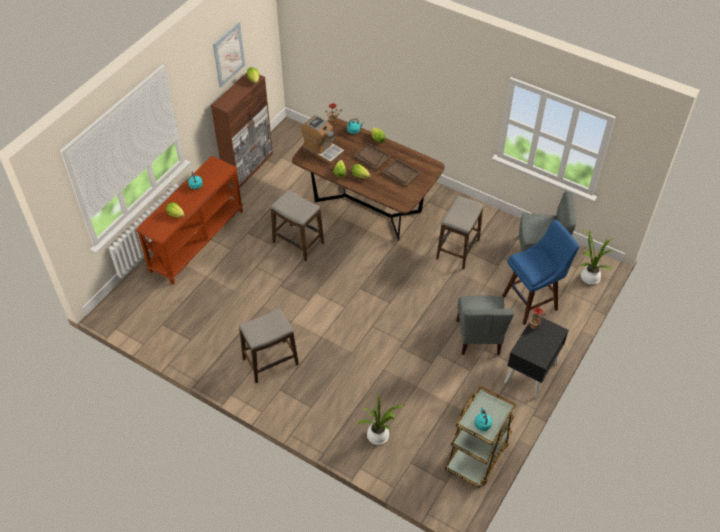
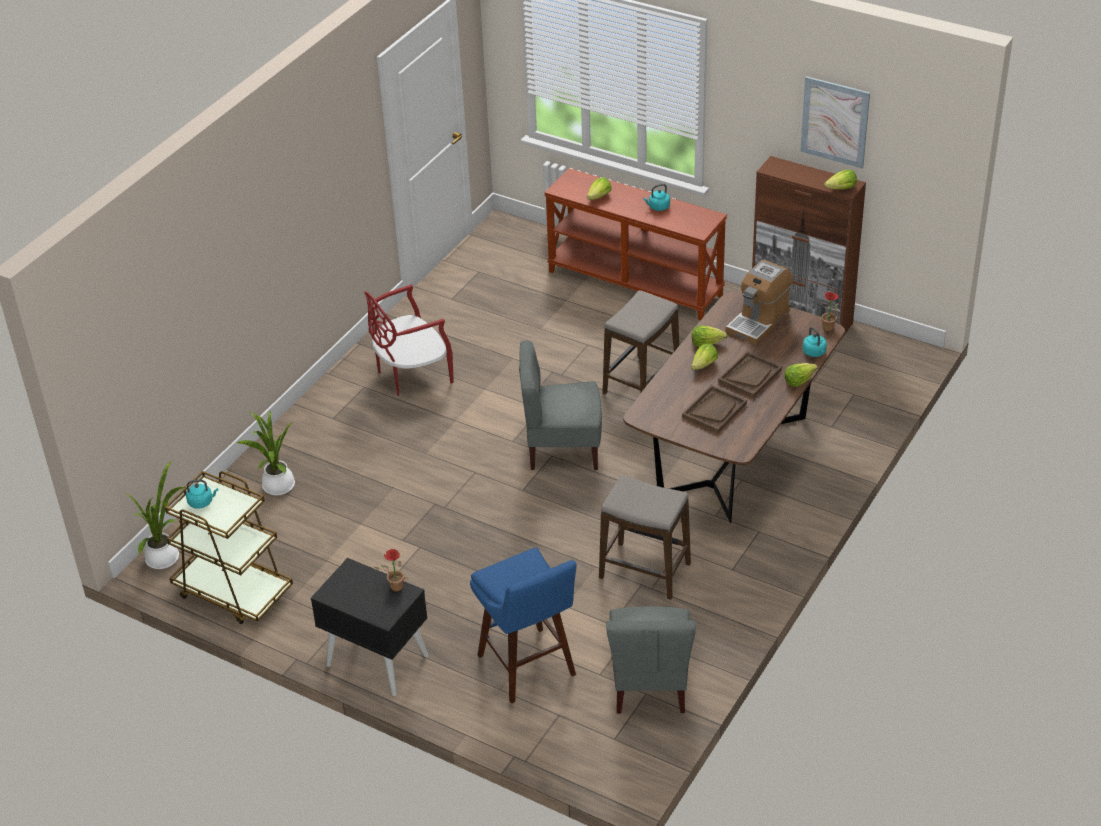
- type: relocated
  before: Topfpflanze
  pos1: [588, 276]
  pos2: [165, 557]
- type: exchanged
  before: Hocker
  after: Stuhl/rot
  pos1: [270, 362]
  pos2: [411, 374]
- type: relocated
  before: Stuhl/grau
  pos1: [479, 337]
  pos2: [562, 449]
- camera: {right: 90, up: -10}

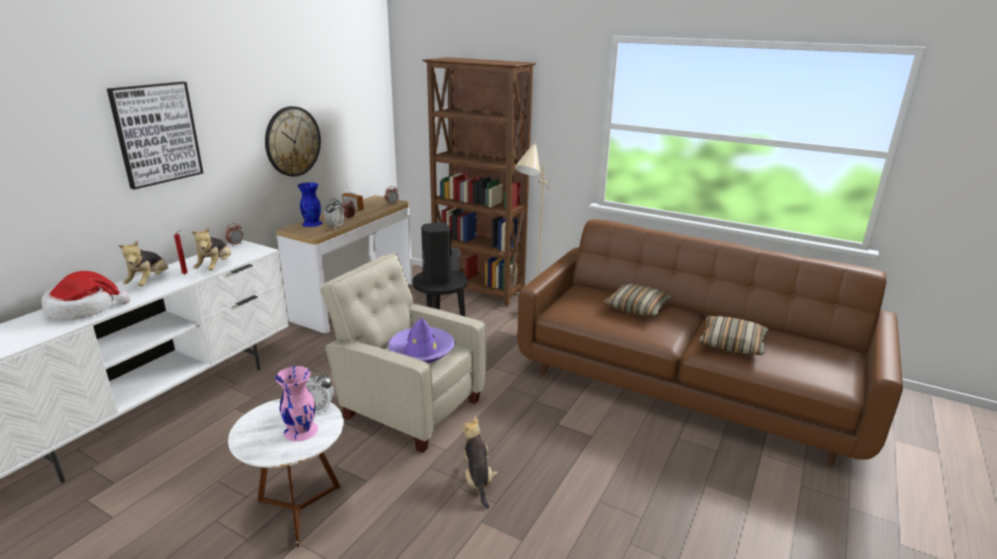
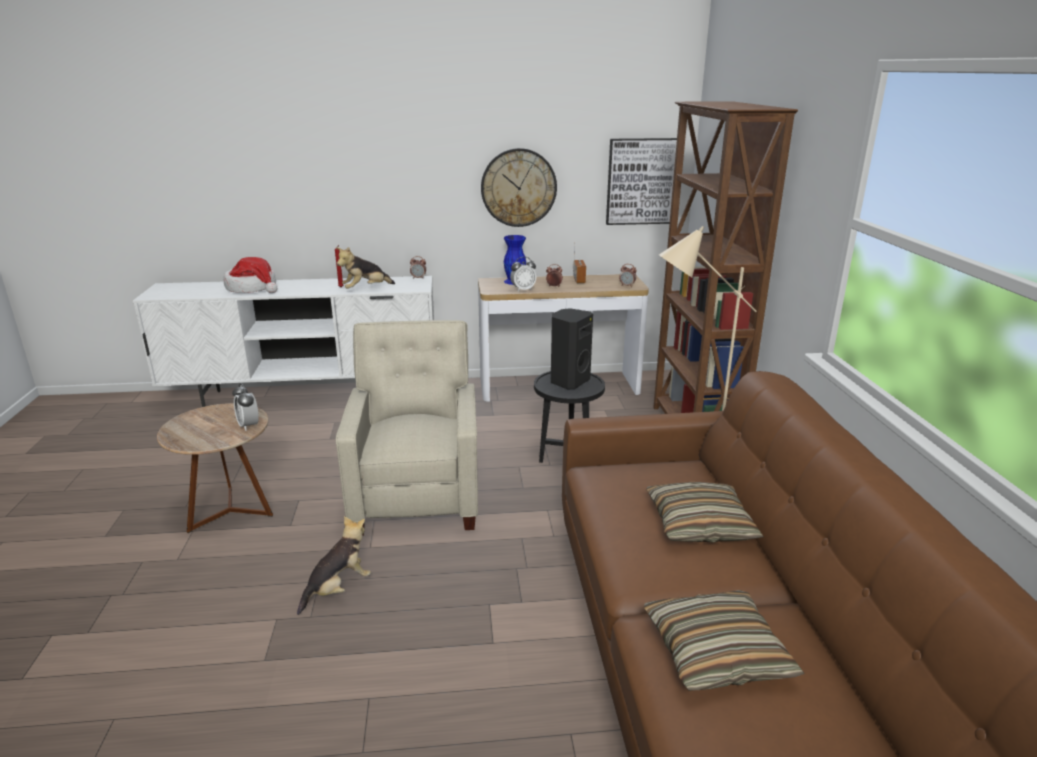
- type: colour
  before: Beistelltisch/weiß
  after: Beistelltisch/braun
  pos1: [300, 510]
  pos2: [231, 512]
- type: relocated
  before: Bild
  pos1: [156, 134]
  pos2: [640, 181]
- type: missing
  before: Plüschtier
  pos1: [149, 282]
- type: missing
  before: Vase/rosa
  pos1: [301, 430]
- type: missing
  before: Hut/lila
  pos1: [421, 351]
- camera: {right: 55, up: 0}

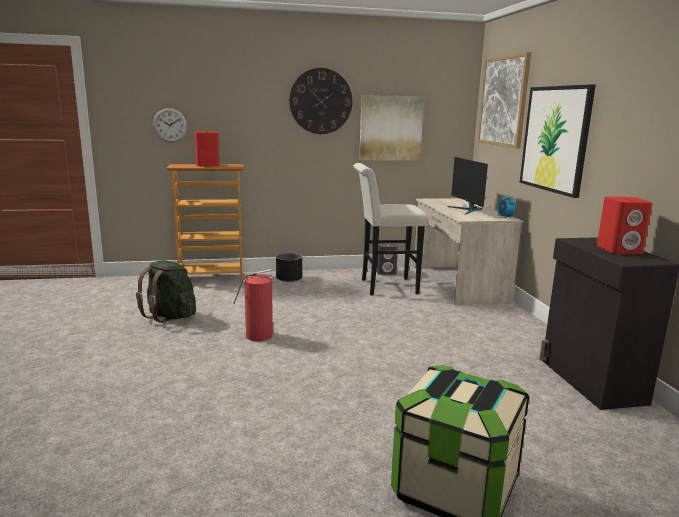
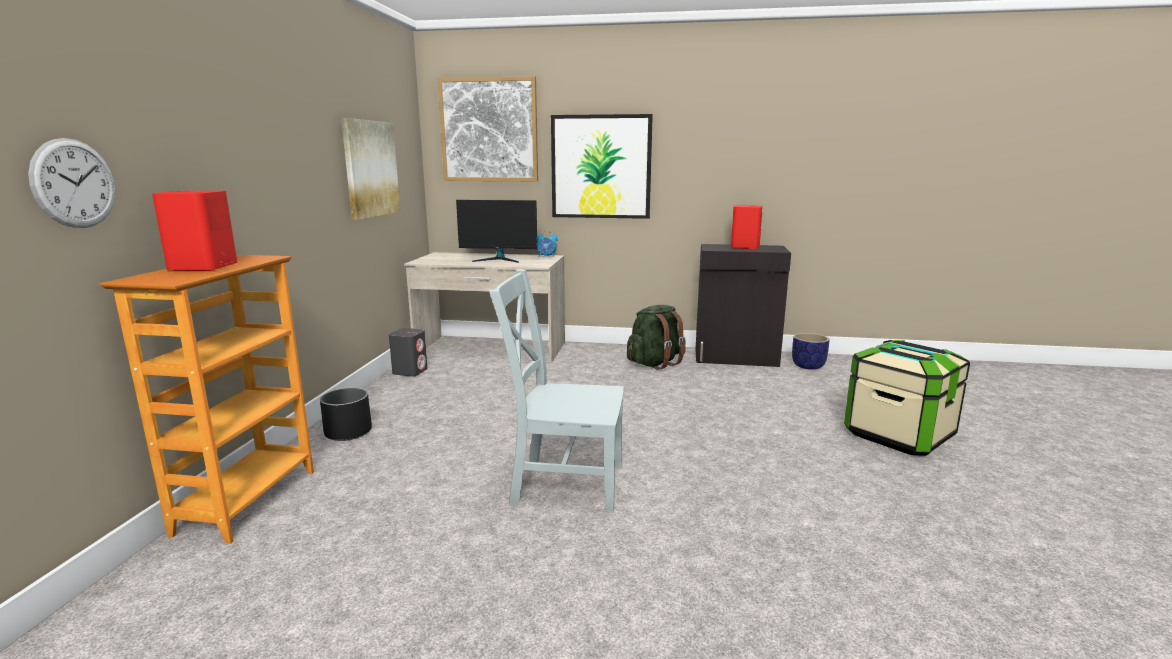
- type: exchanged
  before: Feuerlöscher
  after: Stuhl/grau
  pos1: [257, 335]
  pos2: [562, 483]
- type: relocated
  before: Rucksack/grün
  pos1: [170, 316]
  pos2: [655, 363]
- type: appeared
  after: Pflanzkübel
  pos2: [807, 366]
- type: missing
  before: Wanduhr
  pos1: [321, 101]
- type: missing
  before: Hocker/weiß
  pos1: [384, 287]
- camera: {right: -70, up: 0}

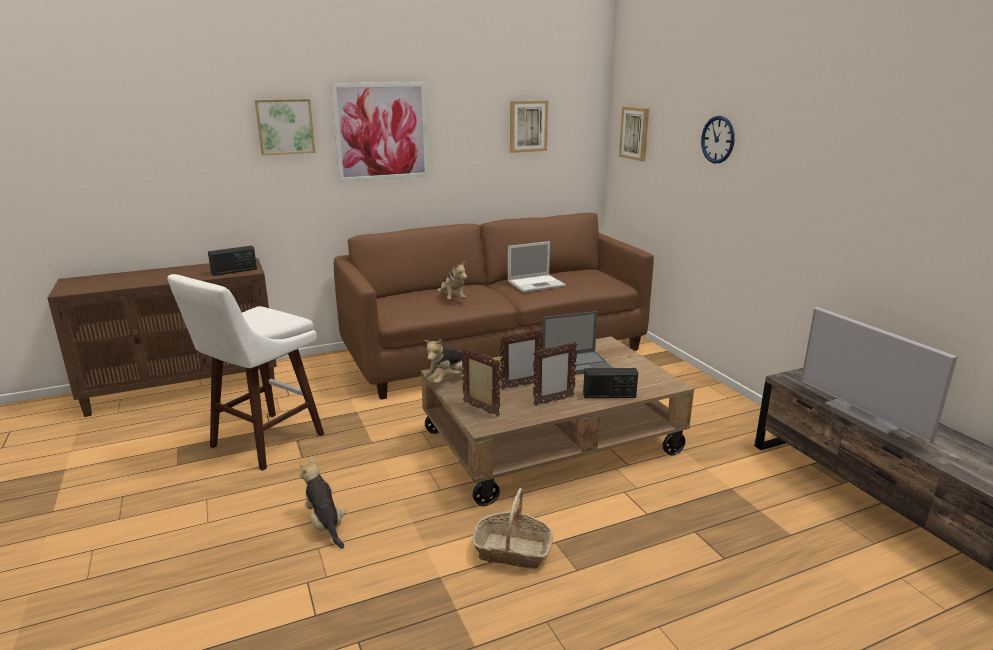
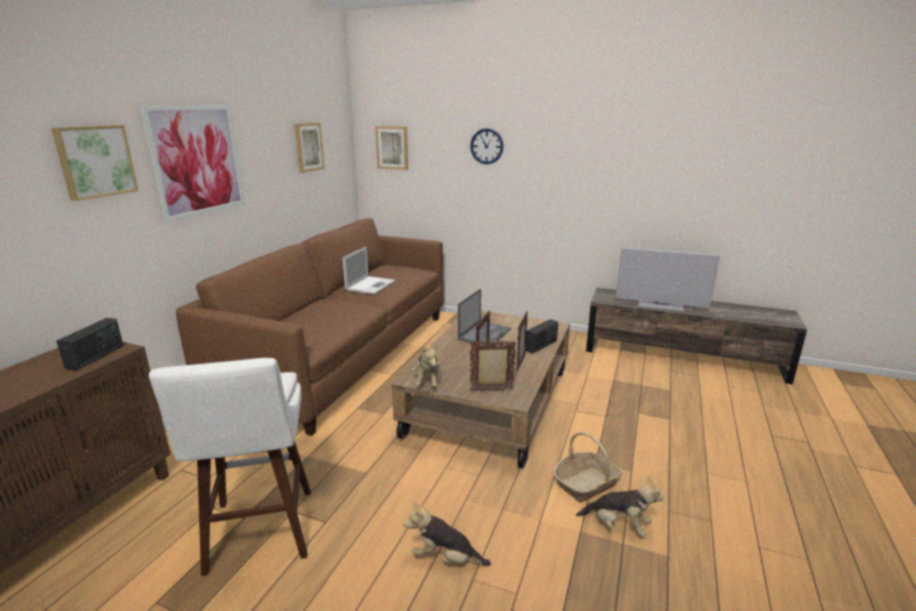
- type: relocated
  before: Plüschtier
  pos1: [452, 298]
  pos2: [618, 525]
- camera: {right: -45, up: 0}

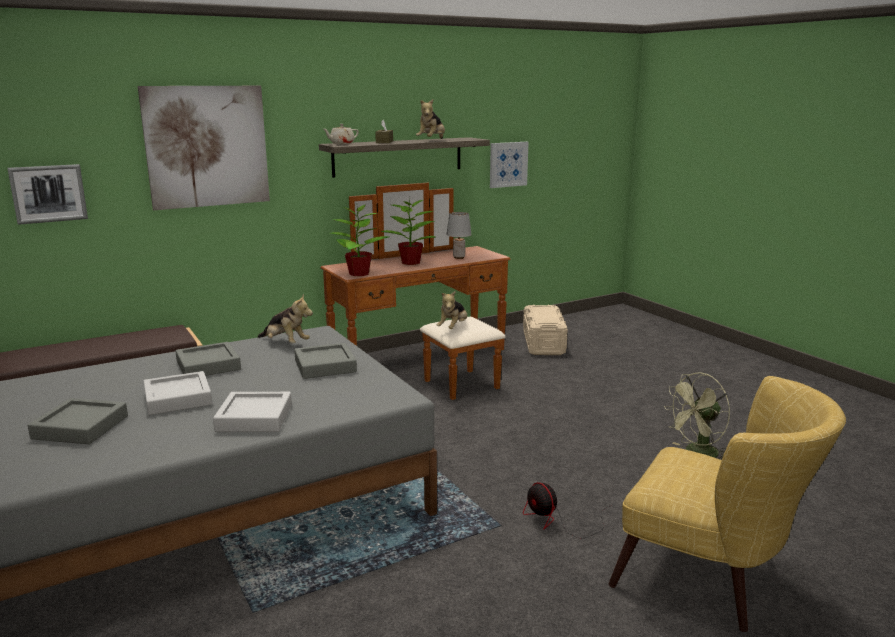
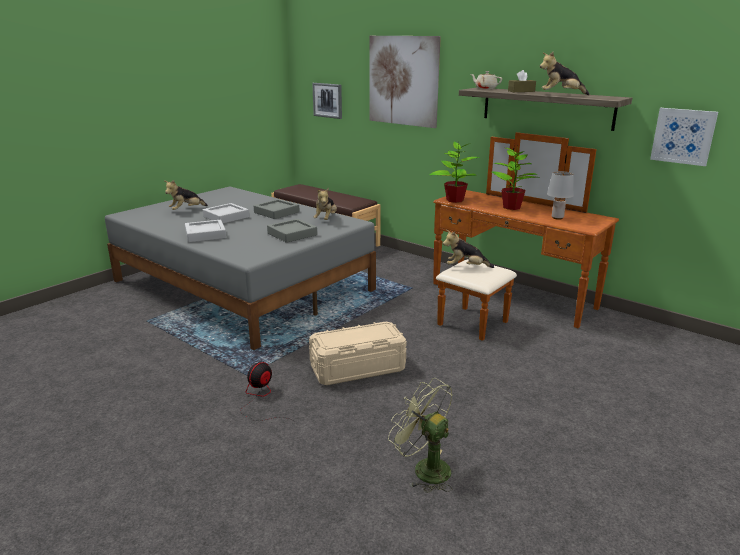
- type: exchanged
  before: Tablett/grau
  after: Plüschtier
  pos1: [80, 427]
  pos2: [186, 210]
- type: relocated
  before: Aufbewahrungsbox/beige
  pos1: [543, 343]
  pos2: [358, 368]
- type: missing
  before: Sessel/gelb
  pos1: [713, 578]
- camera: {right: 70, up: 5}

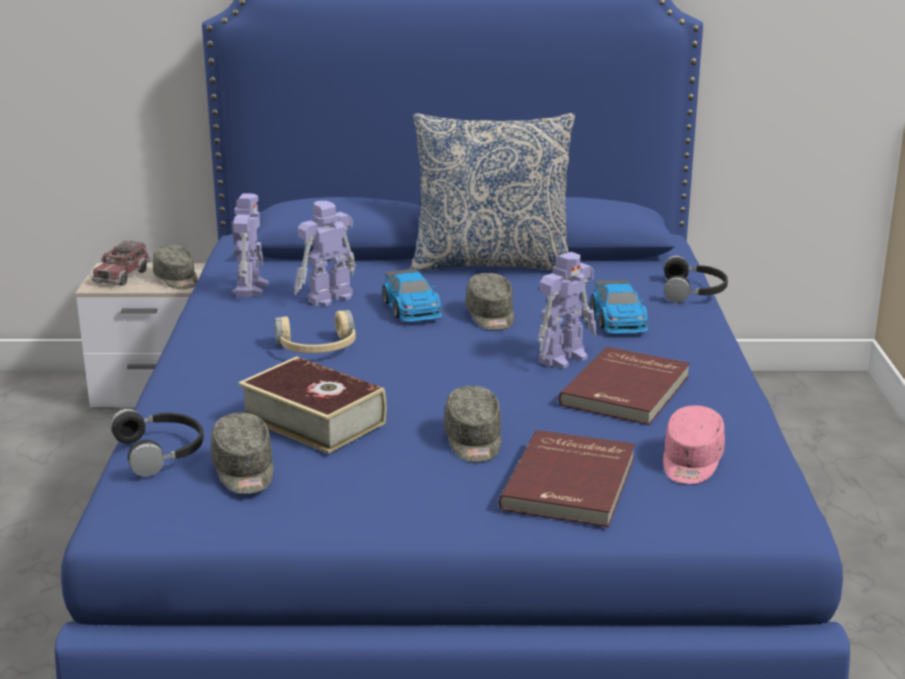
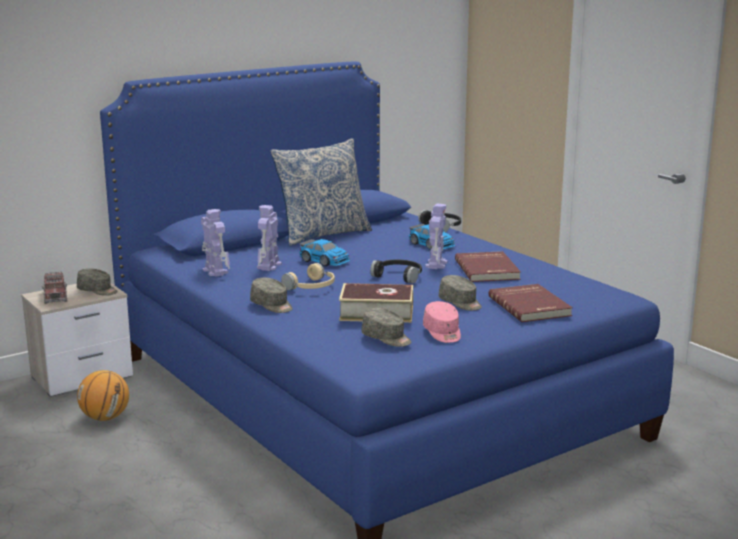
- type: appeared
  after: Basketball
  pos2: [105, 418]
- type: relocated
  before: Kappe/grau
  pos1: [491, 316]
  pos2: [272, 305]
- type: relocated
  before: Kopfhörer/schwarz
  pos1: [162, 451]
  pos2: [399, 276]
- type: relocated
  before: Kappe/rosa
  pos1: [691, 462]
  pos2: [443, 333]
- camera: {right: -35, up: -5}

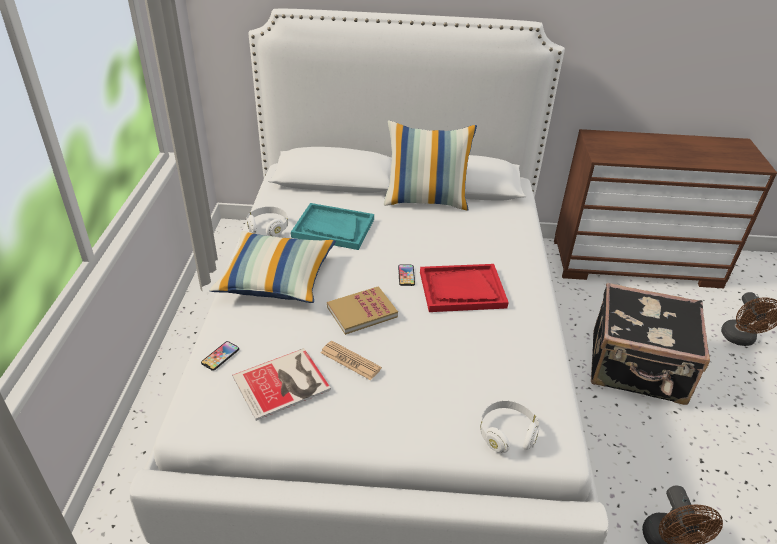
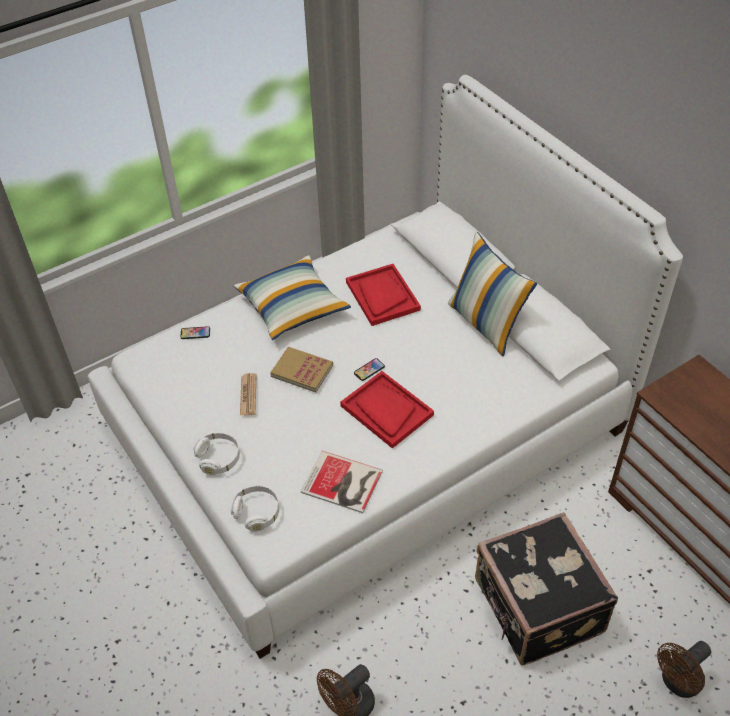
- type: relocated
  before: Kopfhörer/weiß
  pos1: [268, 228]
  pos2: [219, 458]
- type: relocated
  before: Buch
  pos1: [284, 383]
  pos2: [343, 483]
- type: colour
  before: Tablett/türkis
  after: Tablett/rot
  pos1: [333, 228]
  pos2: [382, 296]
- camera: {right: 55, up: 10}

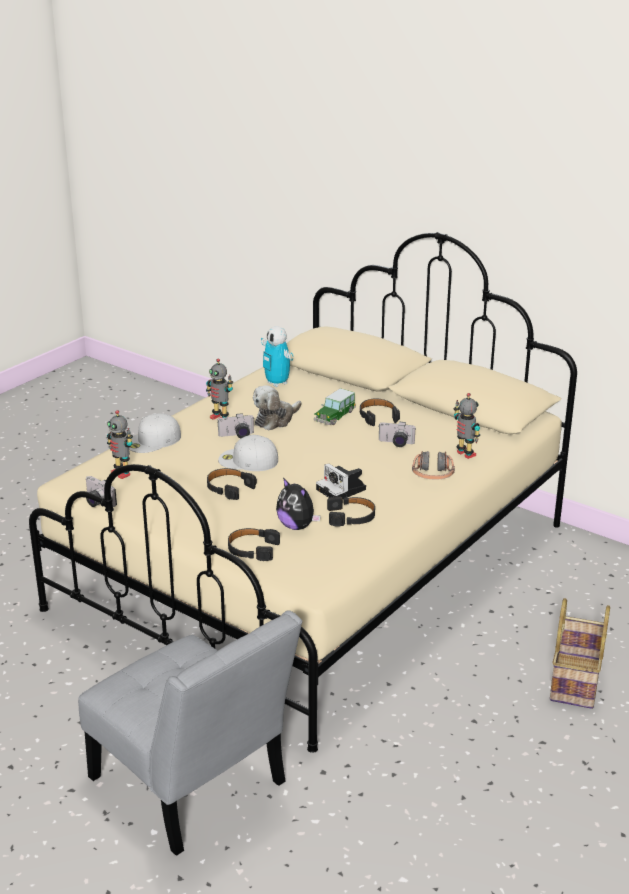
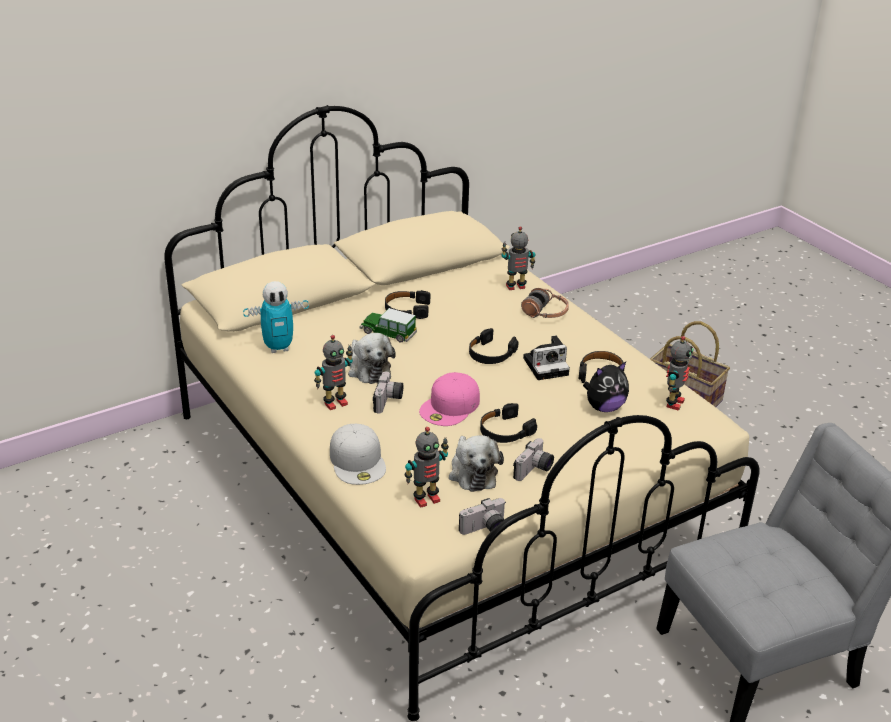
- type: spun
  before: Spielzeugauto
  pos1: [334, 416]
  pos2: [388, 333]
  turn: 150
- type: colour
  before: Kappe/weiß
  after: Kappe/rosa
  pos1: [247, 460]
  pos2: [450, 406]
- type: appeared
  after: Plüschtier
  pos2: [472, 472]
- type: relocated
  before: Kopfhörer/schwarz
  pos1: [252, 549]
  pos2: [490, 354]
- type: relocated
  before: Kamera
  pos1: [395, 443]
  pos2: [534, 470]
- type: appeared
  after: Spielzeugroboter
  pos2: [673, 403]
- camera: {right: -70, up: 5}

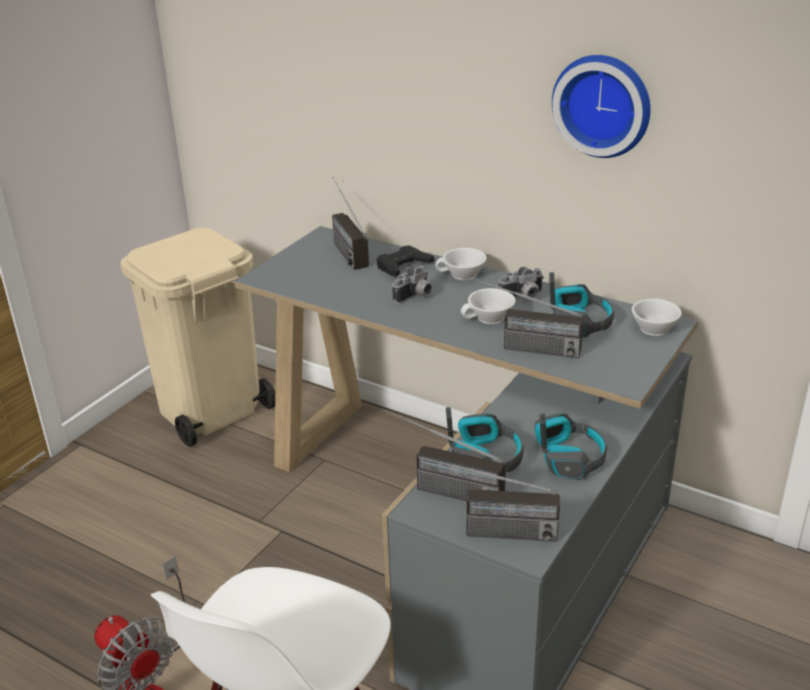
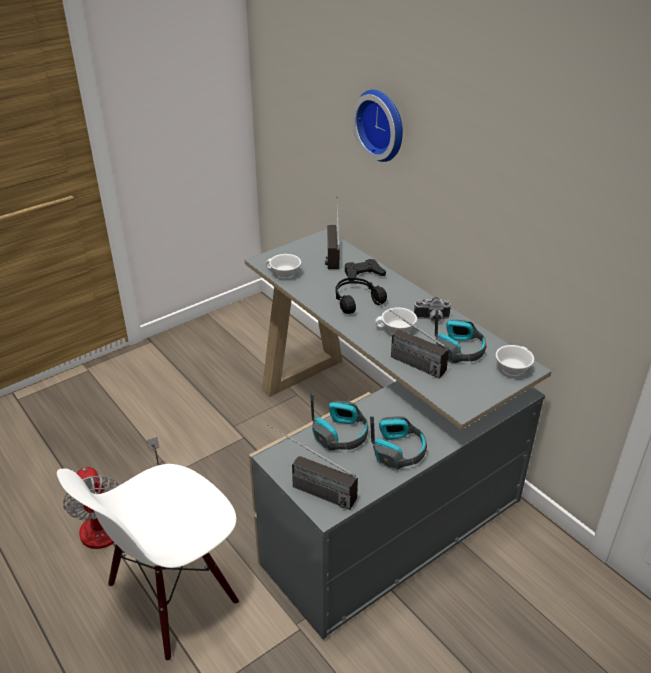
- type: relocated
  before: Tasse/weiß
  pos1: [462, 275]
  pos2: [284, 274]
- type: exchanged
  before: Kamera
  after: Kopfhörer/schwarz
  pos1: [415, 296]
  pos2: [356, 300]
- type: relocated
  before: Wanduhr
  pos1: [603, 104]
  pos2: [382, 124]
- type: missing
  before: Mülleimer/beige
  pos1: [210, 410]
- type: missing
  before: Radio
  pos1: [437, 488]
- camera: {right: 20, up: 5}

